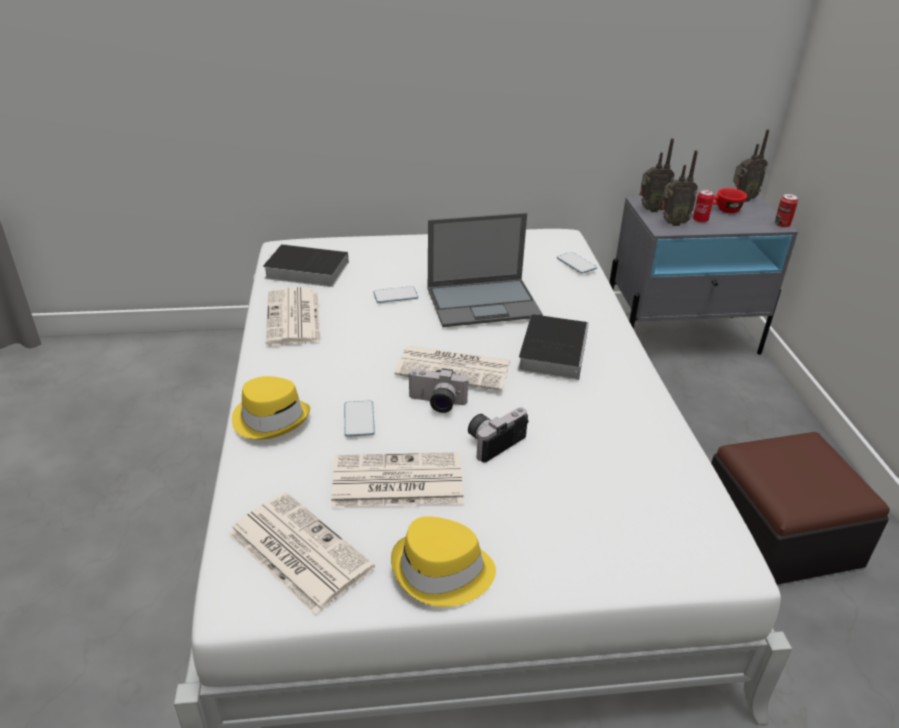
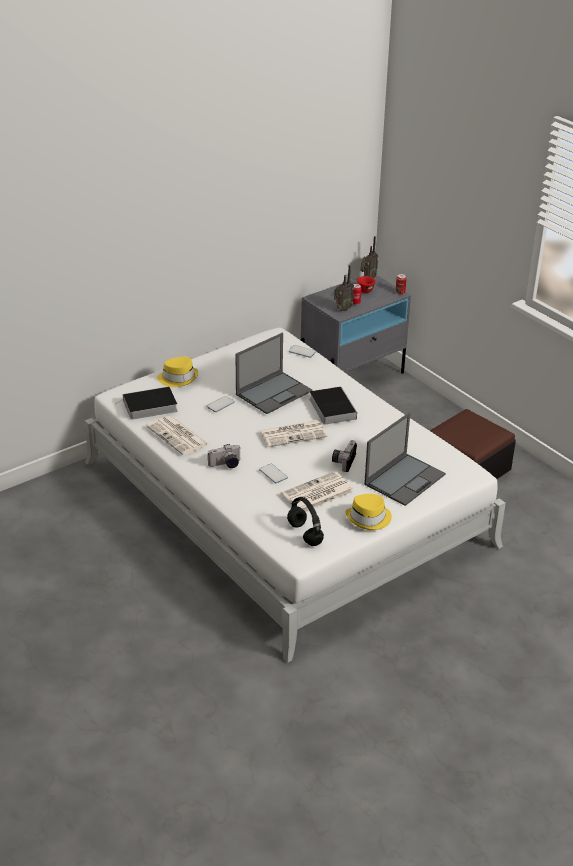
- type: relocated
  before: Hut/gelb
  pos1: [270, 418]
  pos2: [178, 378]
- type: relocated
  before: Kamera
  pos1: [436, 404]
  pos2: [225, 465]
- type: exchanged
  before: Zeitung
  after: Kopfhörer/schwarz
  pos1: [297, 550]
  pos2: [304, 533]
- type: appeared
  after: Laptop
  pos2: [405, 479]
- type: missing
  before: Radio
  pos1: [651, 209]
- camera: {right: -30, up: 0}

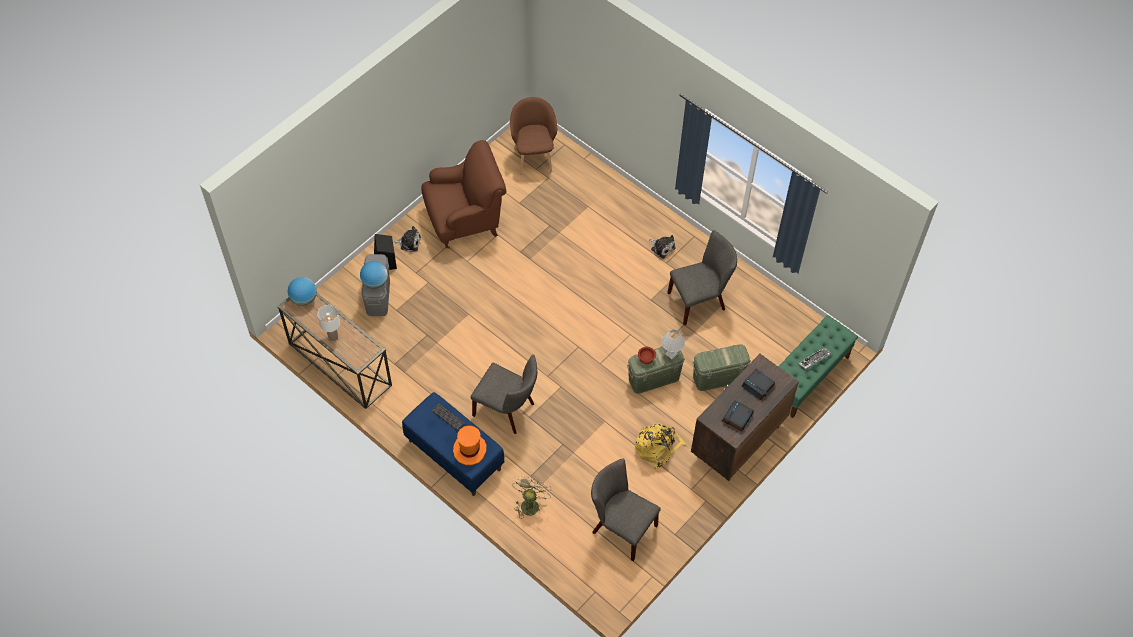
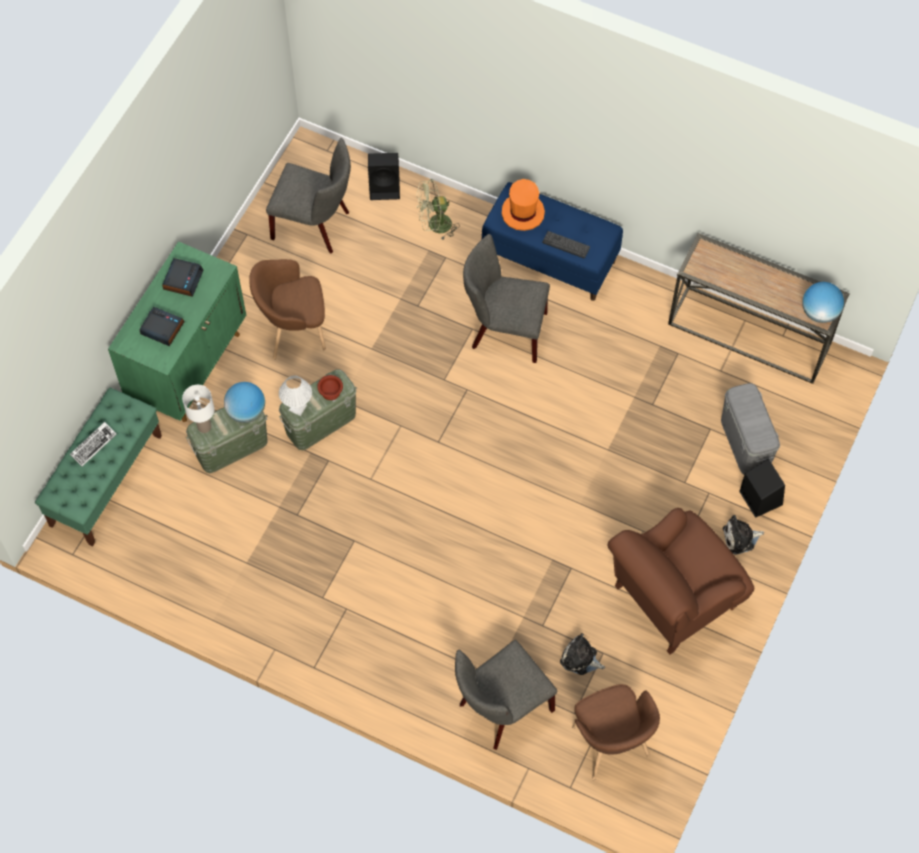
- type: colour
  before: Schrank/braun
  after: Schrank/grün
  pos1: [737, 442]
  pos2: [189, 366]
- type: relocated
  before: Tischlampe/weiß
  pos1: [333, 337]
  pos2: [205, 426]
- type: relocated
  before: Globus
  pos1: [375, 282]
  pos2: [246, 412]
- type: exchanged
  before: Rucksack/gelb
  after: Sessel/braun
  pos1: [657, 447]
  pos2: [293, 332]
- type: appeared
  after: Lautsprecher/schwarz
  pos2: [385, 187]
- type: spun
  before: Ventilator/grün
  pos1: [530, 503]
  pos2: [435, 226]
  turn: 75
- type: relocated
  before: Stuhl/grau
  pos1: [700, 300]
  pos2: [501, 709]
- type: relocated
  before: Plüschtier
  pos1: [662, 247]
  pos2: [580, 659]
- camera: {right: 165, up: 5}

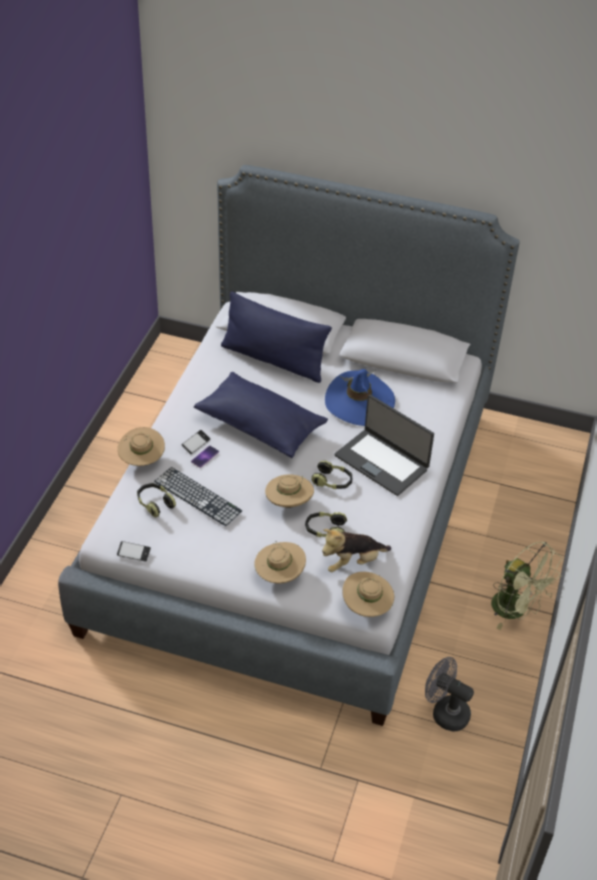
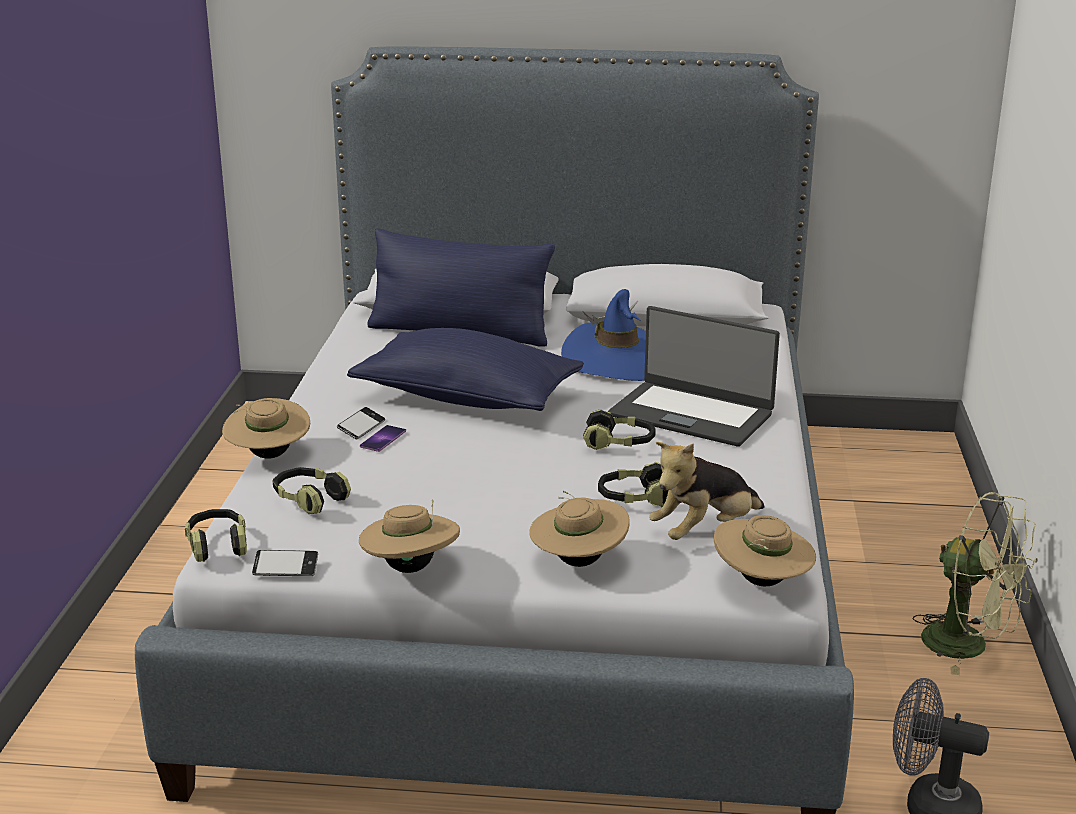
- type: appeared
  after: Kopfhörer
  pos2: [217, 545]
- type: relocated
  before: Hut/beige
  pos1: [289, 503]
  pos2: [410, 568]
- type: missing
  before: Tastatur
  pos1: [198, 496]
- camera: {right: -10, up: -20}

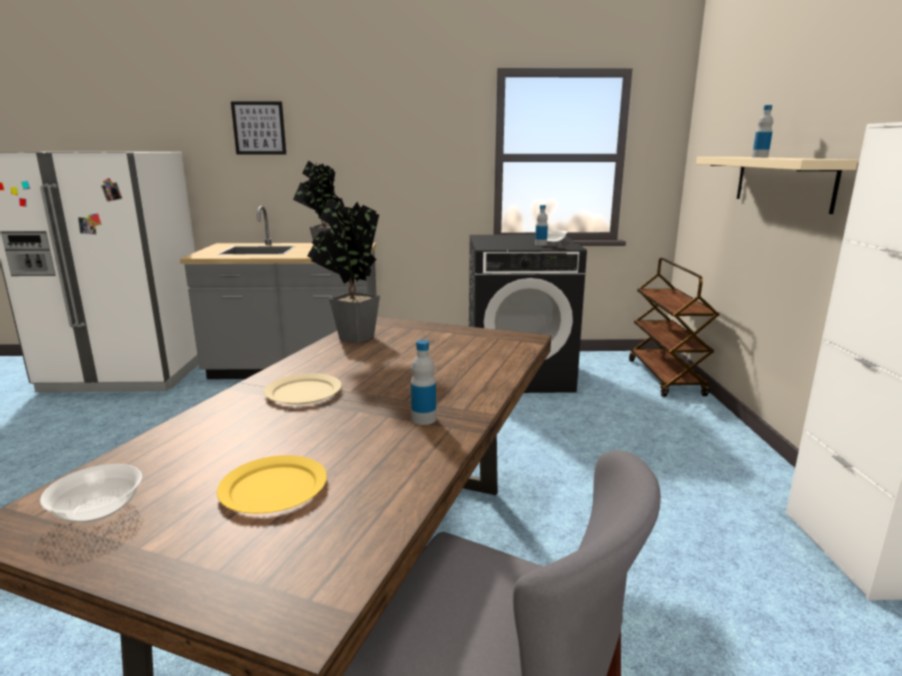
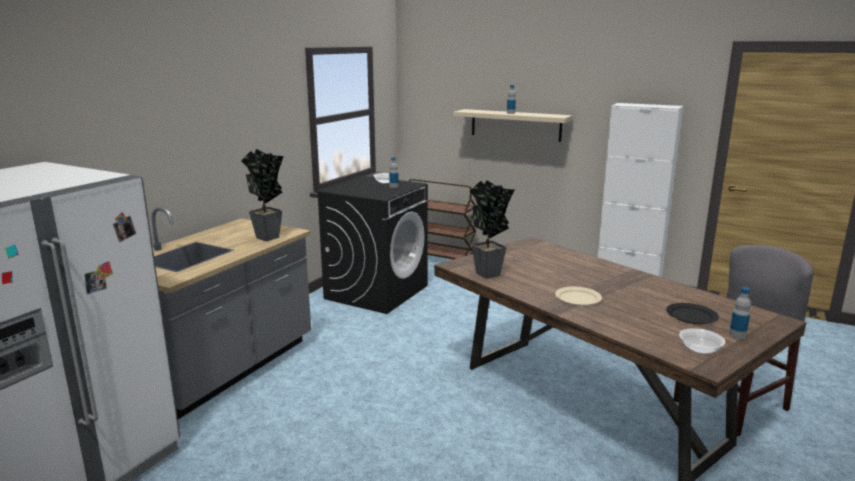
- type: colour
  before: Teller/gelb
  after: Teller/schwarz
  pos1: [272, 488]
  pos2: [691, 316]
- type: relocated
  before: Flasche
  pos1: [423, 419]
  pos2: [737, 335]
- type: missing
  before: Bild
  pos1: [259, 128]
- camera: {right: -60, up: 0}

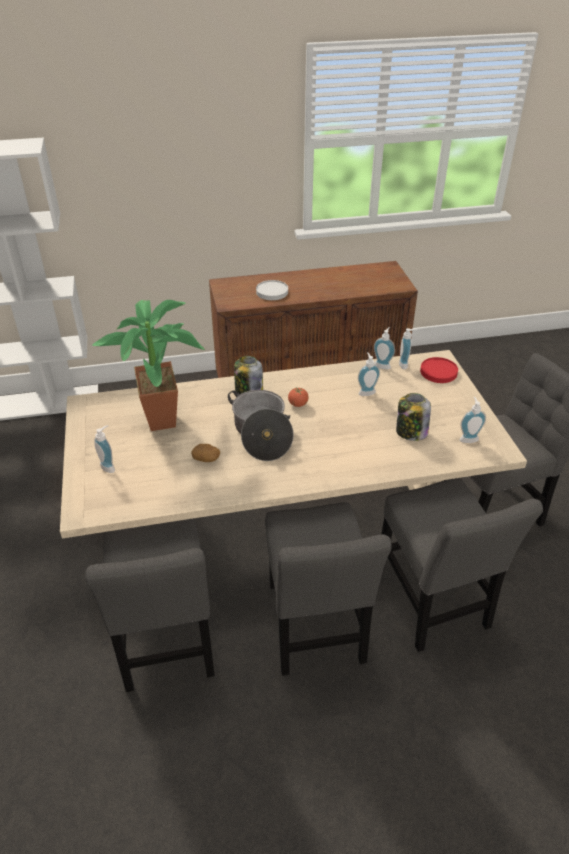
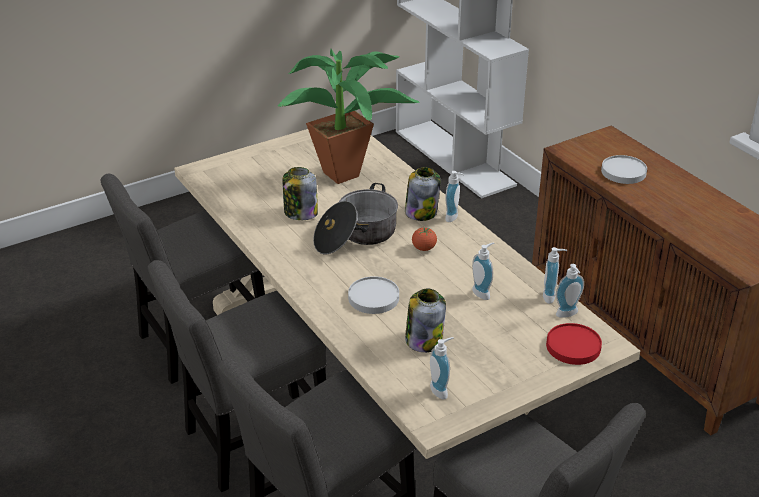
- type: exchanged
  before: Kartoffel
  after: Vorratsglas
  pos1: [206, 458]
  pos2: [300, 213]
- type: appeared
  after: Teller/weiß
  pos2: [373, 297]
- type: relocated
  before: Seifenspender
  pos1: [109, 466]
  pos2: [454, 217]
- camera: {right: 70, up: -5}

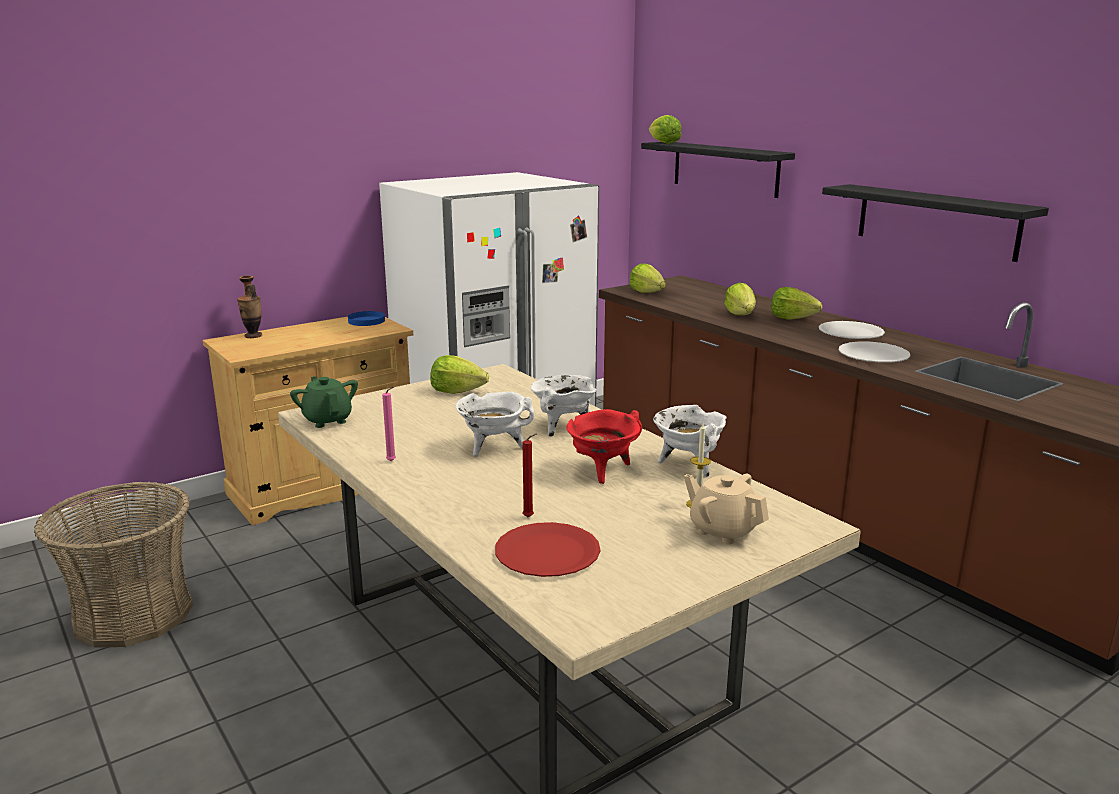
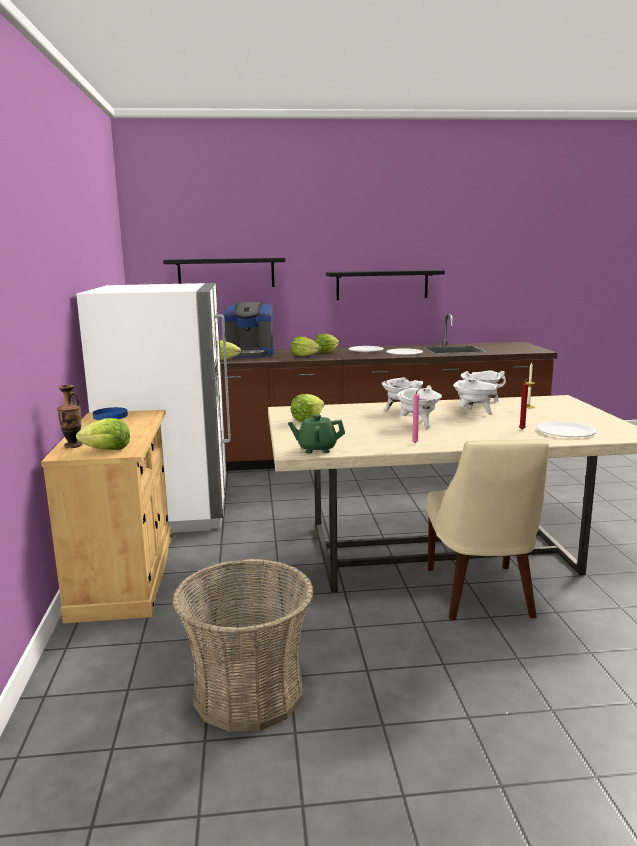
- type: relocated
  before: Salatkopf
  pos1: [663, 143]
  pos2: [107, 450]
- type: appeared
  after: Kaffeemaschine
  pos2: [250, 354]
- type: appeared
  after: Stuhl/beige
  pos2: [480, 595]
- type: colour
  before: Kochtopf/rot
  after: Kochtopf/weiß
  pos1: [602, 471]
  pos2: [474, 412]
- type: colour
  before: Teller/rot
  after: Teller/weiß
  pos1: [547, 552]
  pos2: [565, 431]
- type: missing
  before: Teekanne/beige
  pos1: [723, 530]
- camera: {right: -60, up: -5}

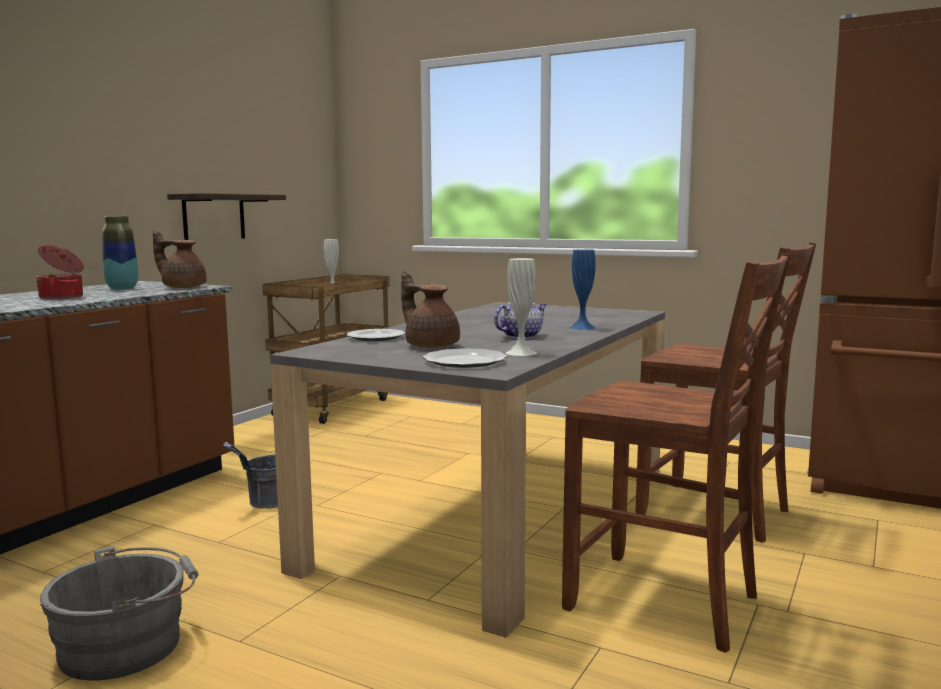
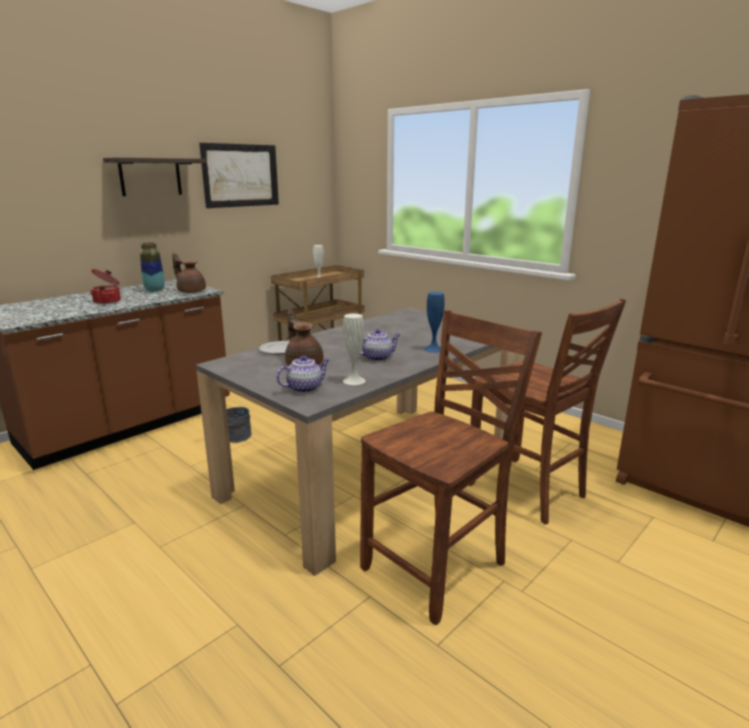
- type: relocated
  before: Wandregal
  pos1: [214, 217]
  pos2: [150, 177]
- type: appeared
  after: Bild
  pos2: [240, 175]
- type: exchanged
  before: Teller
  after: Teekanne
  pos1: [465, 361]
  pos2: [305, 388]
- type: spun
  before: Stuhl/braun
  pos1: [666, 603]
  pos2: [438, 567]
  turn: -90
- type: missing
  before: Eimer/grau
  pos1: [128, 645]
- camera: {right: 15, up: 10}

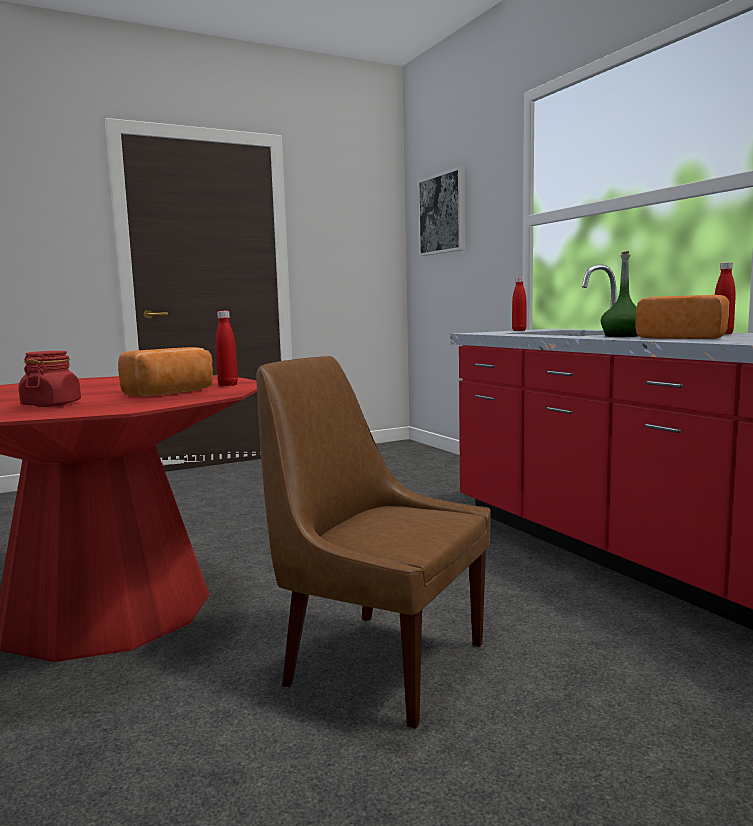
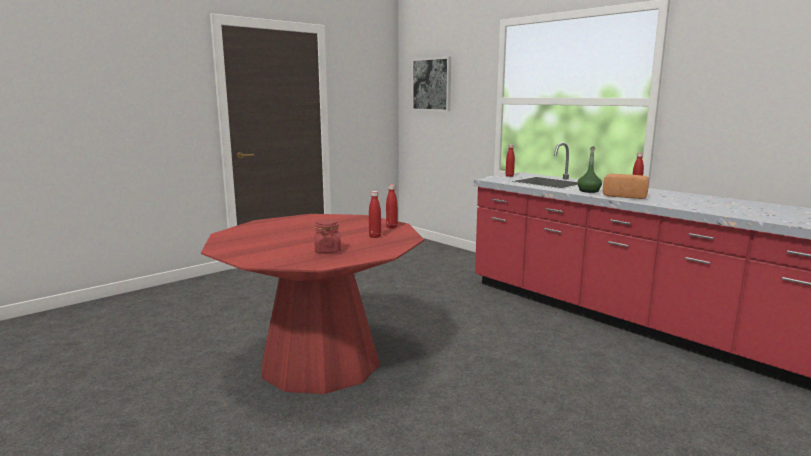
- type: exchanged
  before: Brot
  after: Flasche/rot
  pos1: [172, 393]
  pos2: [375, 236]
- type: missing
  before: Stuhl/braun
  pos1: [379, 662]
- camera: {right: -15, up: 5}

